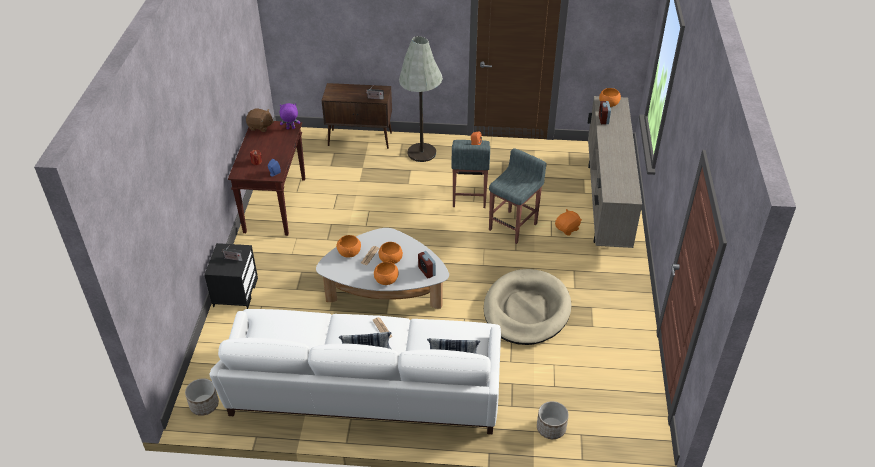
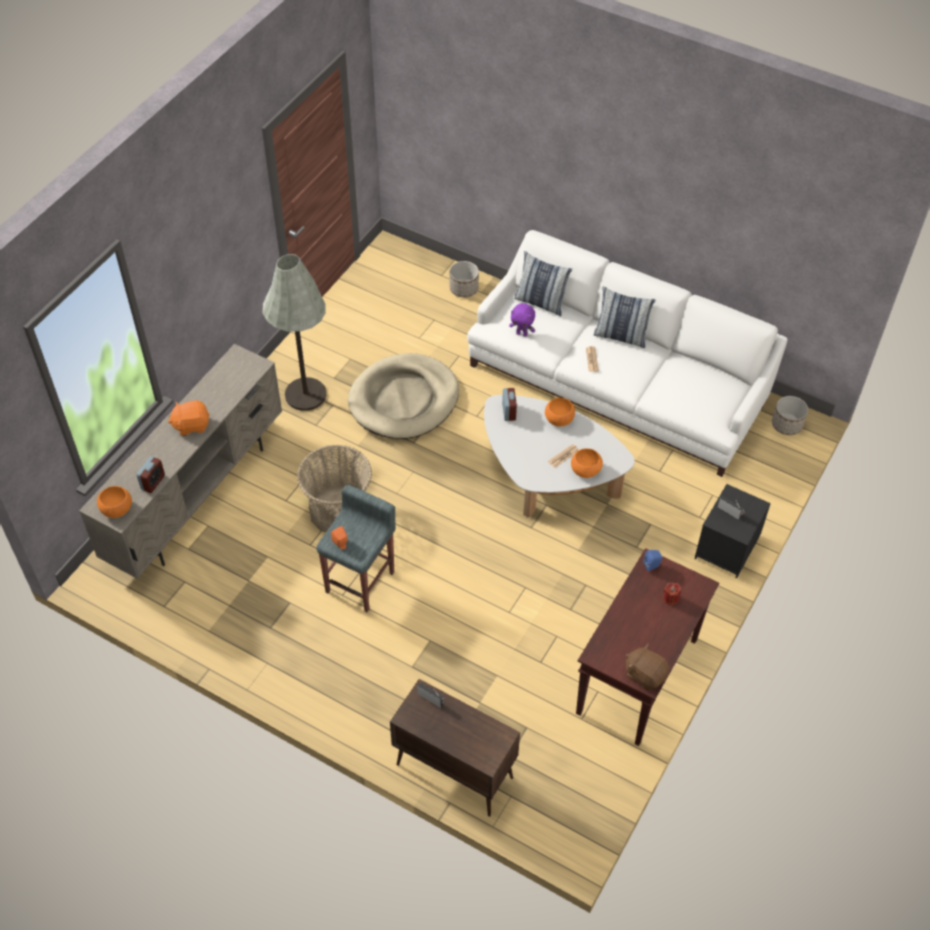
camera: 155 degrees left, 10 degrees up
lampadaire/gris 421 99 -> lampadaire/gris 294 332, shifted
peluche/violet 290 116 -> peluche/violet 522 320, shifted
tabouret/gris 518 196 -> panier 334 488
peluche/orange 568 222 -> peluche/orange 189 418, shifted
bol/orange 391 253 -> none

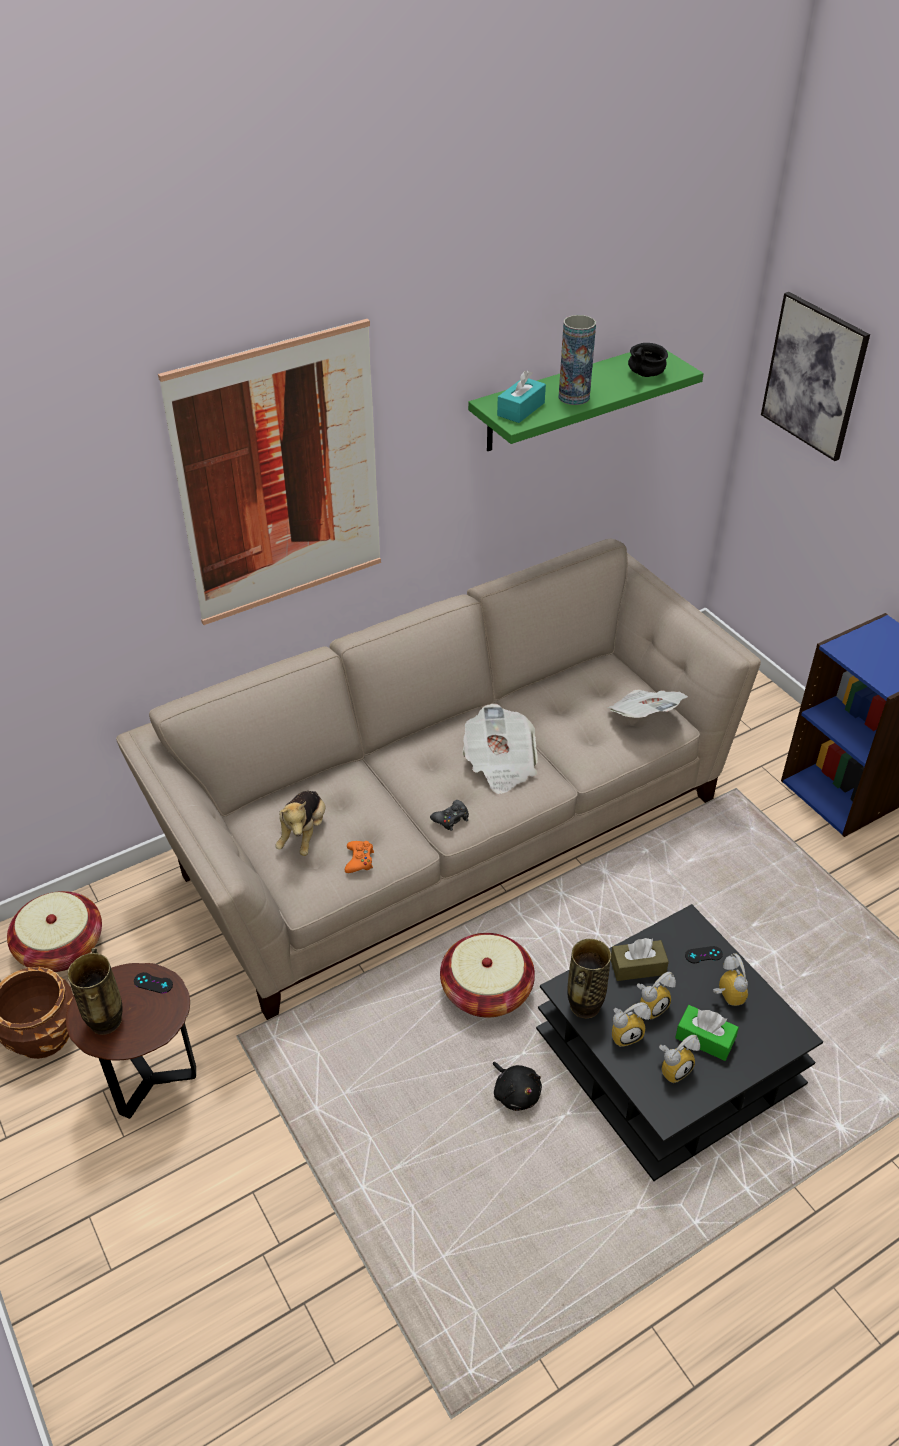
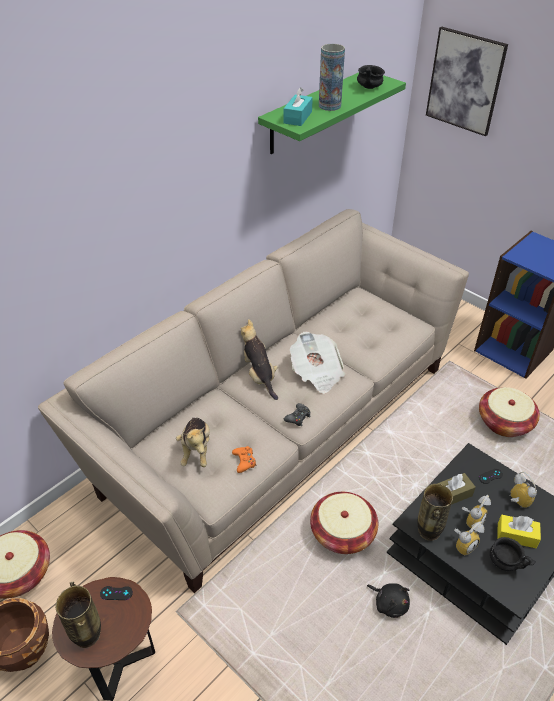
camera: 15 degrees left, 0 degrees up
tableau 269 472 -> none
journal 647 703 -> none
boîte à mouchoirs/vert 707 1033 -> boîte à mouchoirs/jaune 519 531
réveil 679 1059 -> bol/noir 513 554
none -> peluche 259 359
none -> panier 509 412

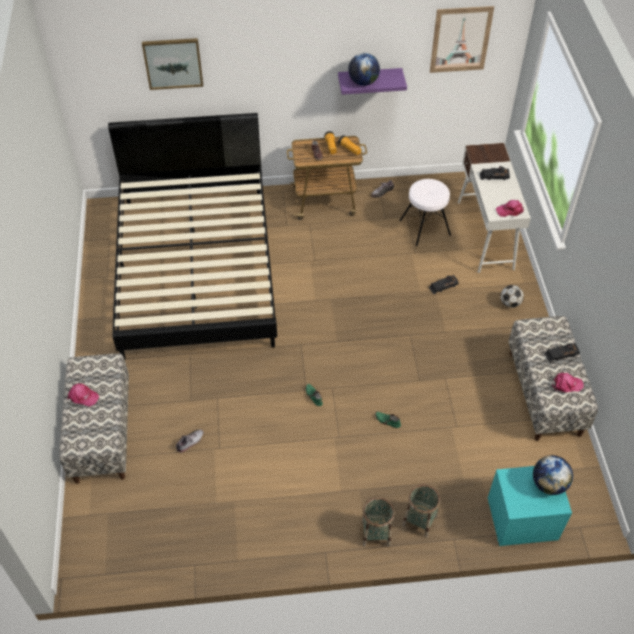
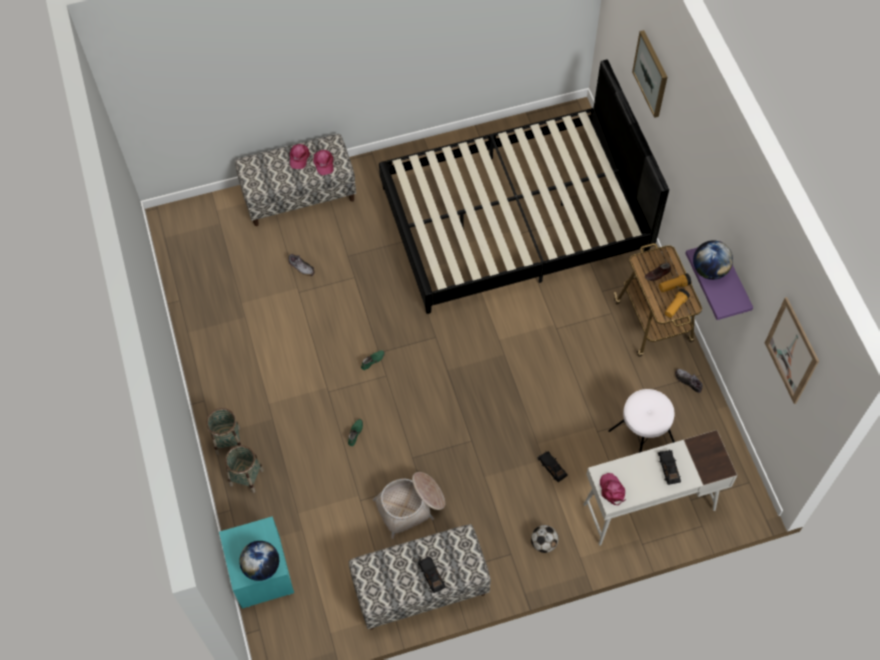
camera: 80 degrees right, 10 degrees up
casquette/rose 568 382 -> casquette/rose 323 162, shifted
none -> panier 409 505

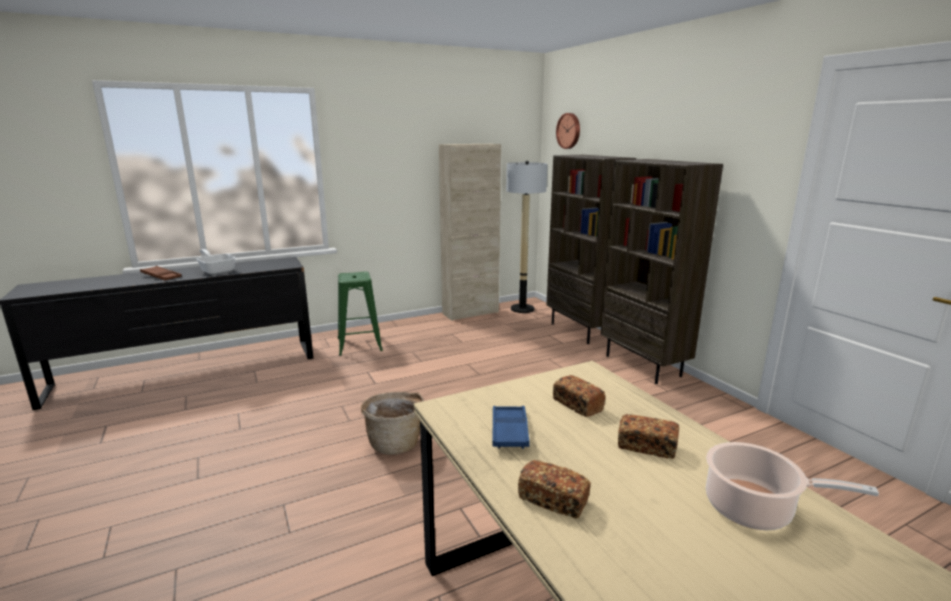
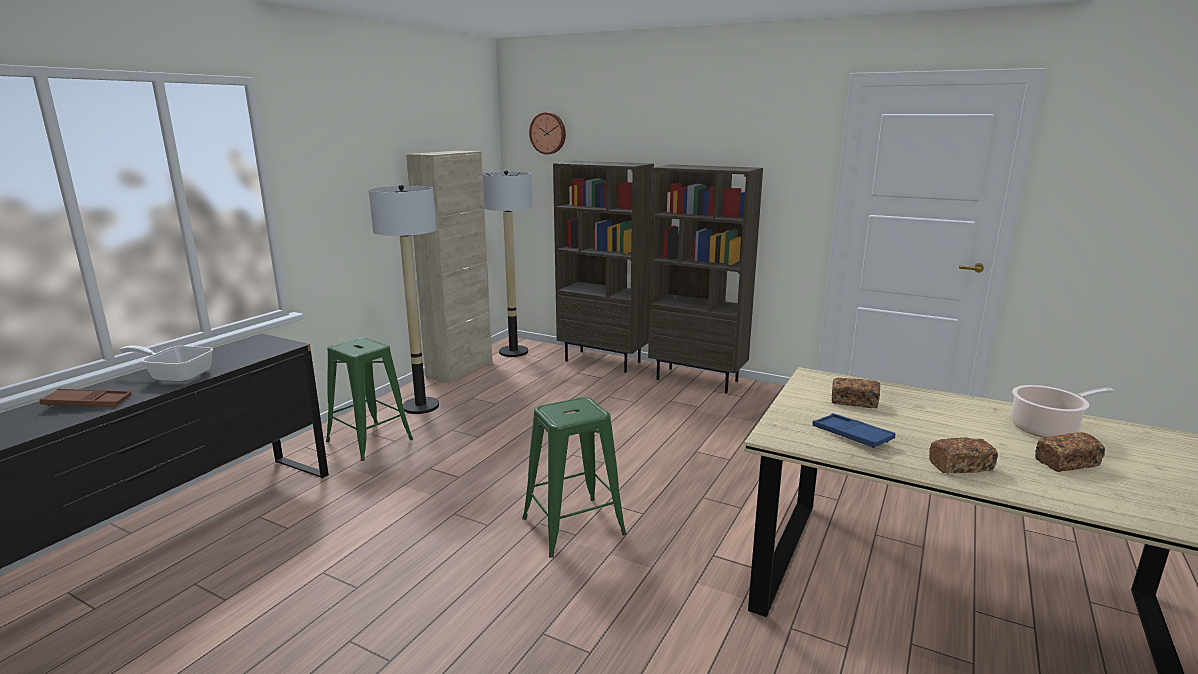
camera: 35 degrees left, 0 degrees up
panier 392 423 -> tabouret/vert 574 477
pain 648 436 -> pain 1070 452, shifted
none -> lampadaire 404 299

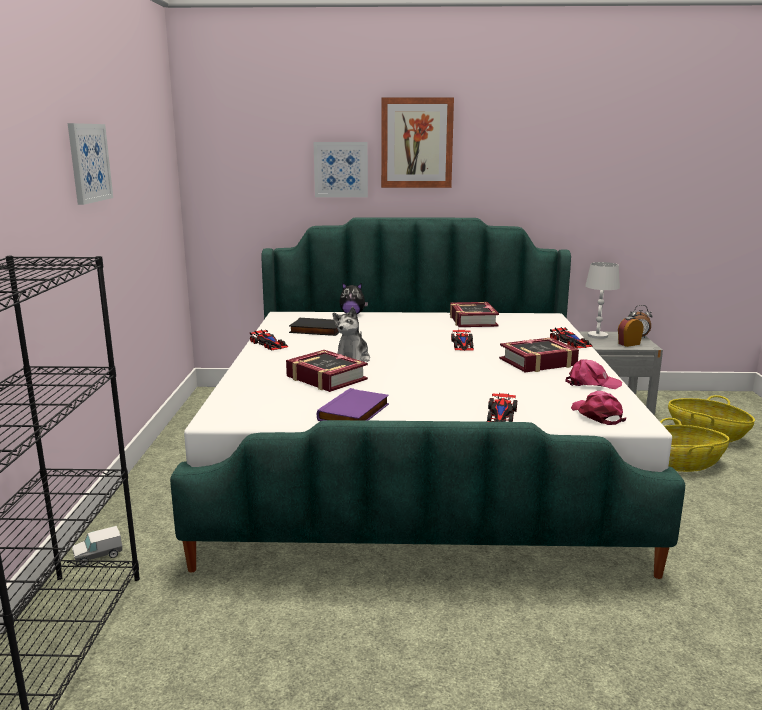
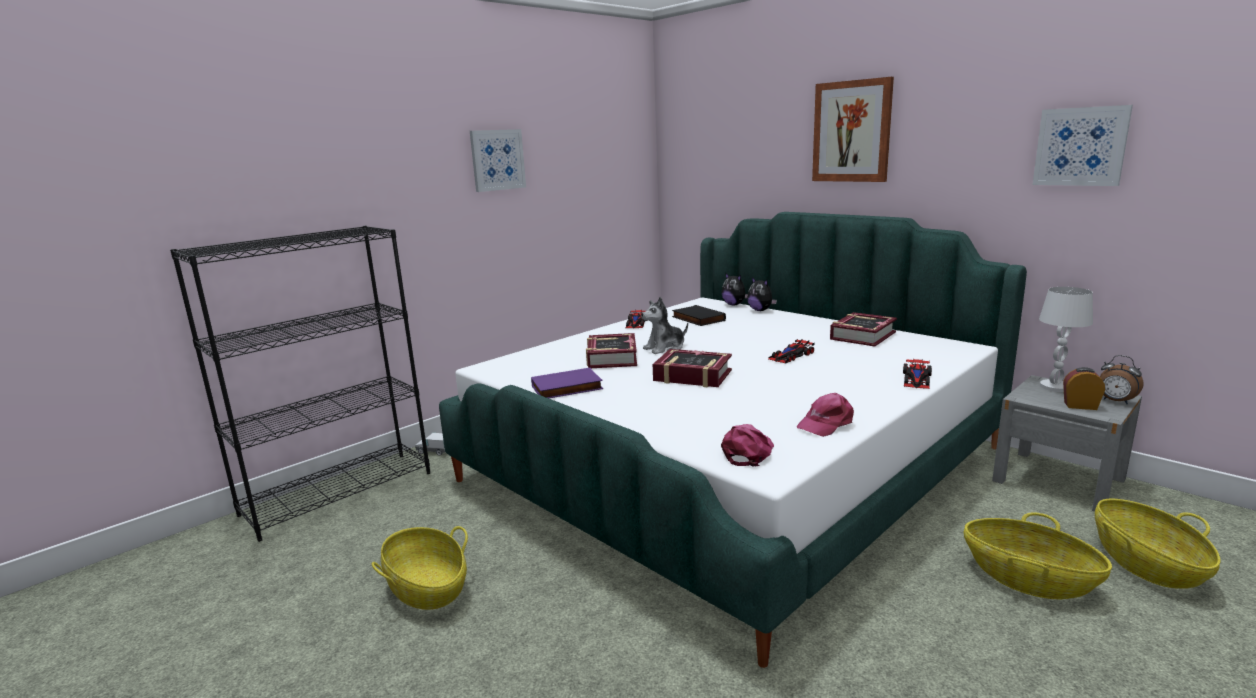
camera: 45 degrees right, 0 degrees up
tableau 341 169 -> tableau 1082 145, shifted
livre 539 354 -> livre 692 368, shifted
casquette/rose 593 374 -> casquette/rose 825 415, 90 degrees clockwise
petite voiture 502 407 -> none
none -> peluche 735 288
none -> panier 420 568

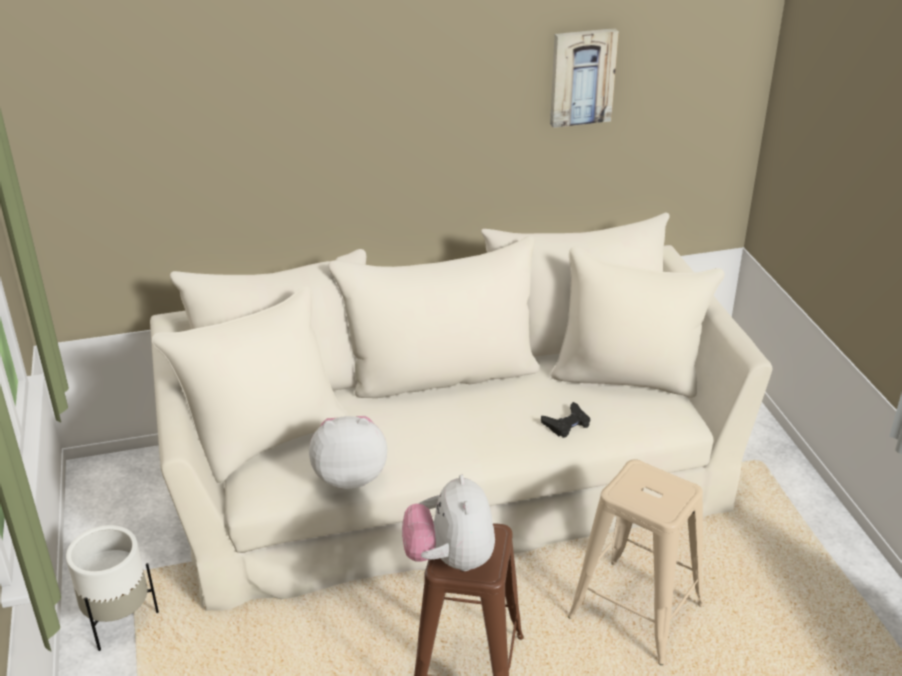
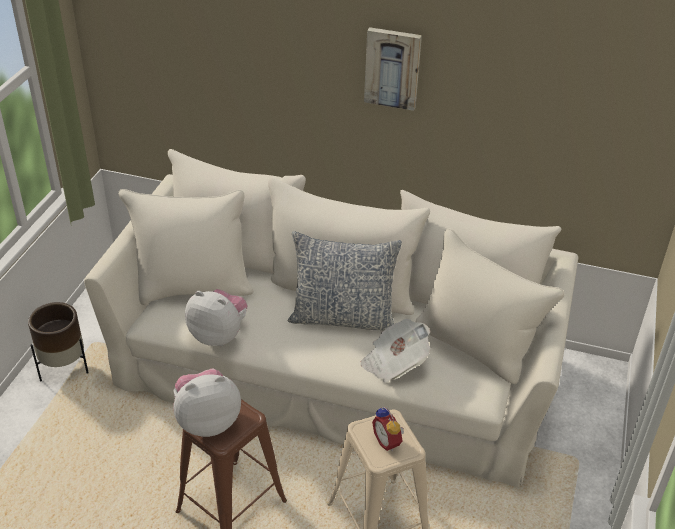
camera: 30 degrees right, 5 degrees up
tableau 584 78 -> tableau 393 69, shifted
manette/noir 566 420 -> journal 396 351
peluche 448 523 -> peluche 207 402, 45 degrees clockwise
cache-pot/blanc 112 588 -> cache-pot/marron 58 342
none -> coussin 345 281
none -> réveil 388 429

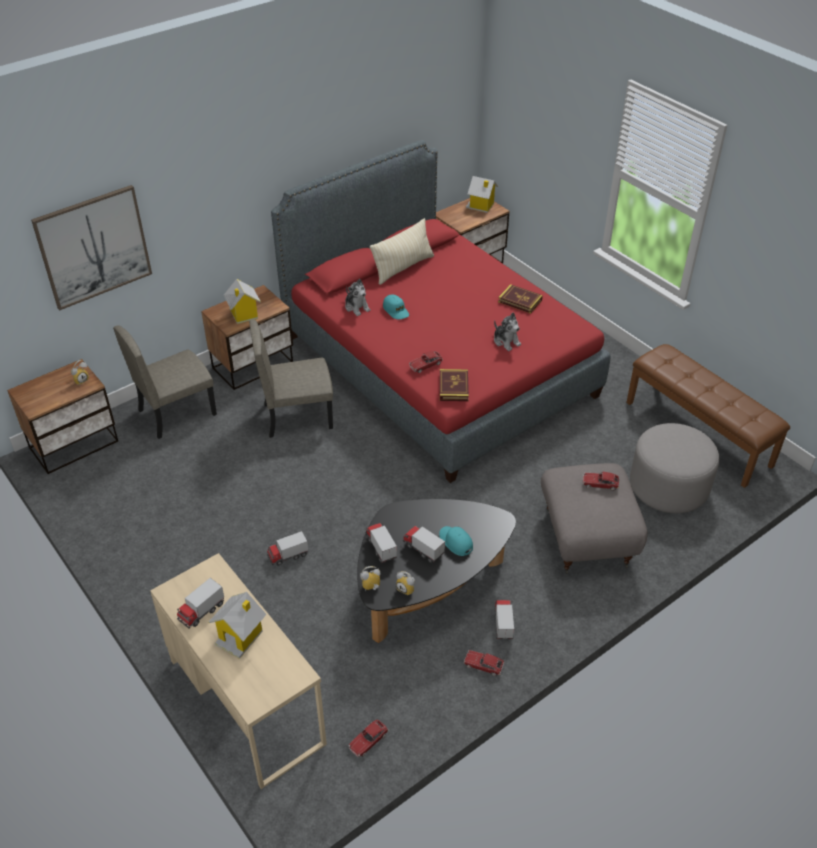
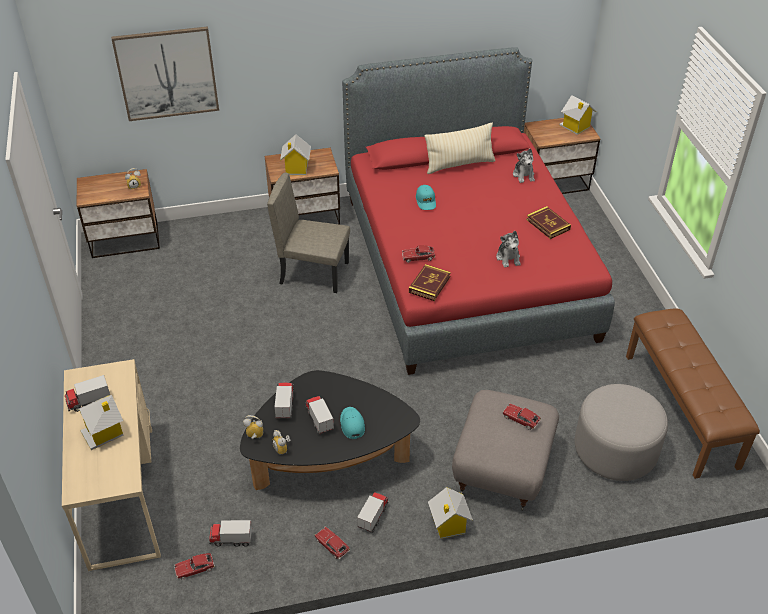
camera: 25 degrees right, 0 degrees up
peluche 358 297 -> peluche 524 165, shifted
chaise/beige 165 382 -> none
camion jouet 287 548 -> camion jouet 230 533, shifted
none -> maison miniature 450 513

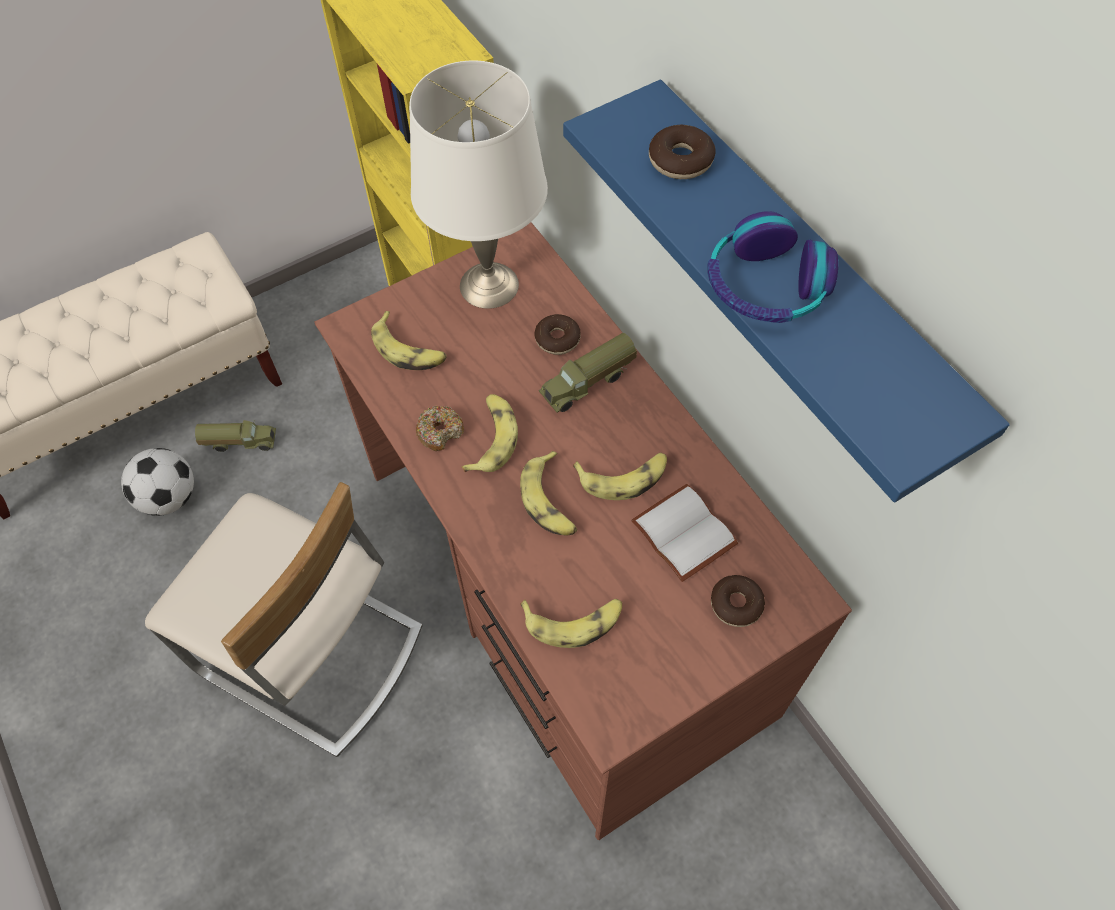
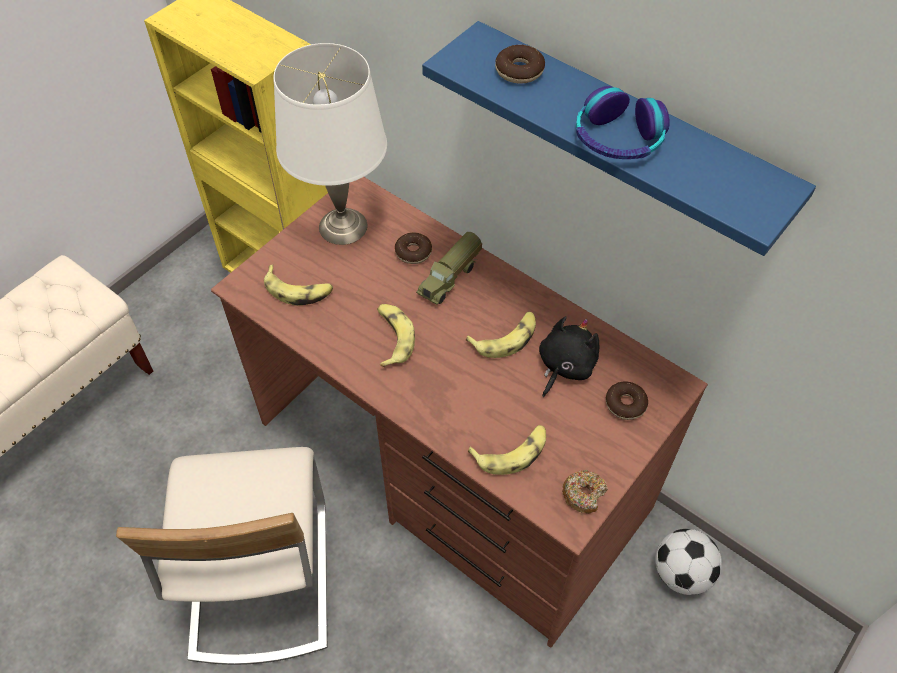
camera: 20 degrees left, 5 degrees down
beignet 440 428 -> beignet 585 492, shifted
camion jouet 235 436 -> none
ballon de foot 157 482 -> ballon de foot 688 562, shifted
banane 548 493 -> none
chaise/beige 284 619 -> chaise/beige 221 556, 75 degrees clockwise
livre/blanc 685 533 -> peluche/noir 569 356

